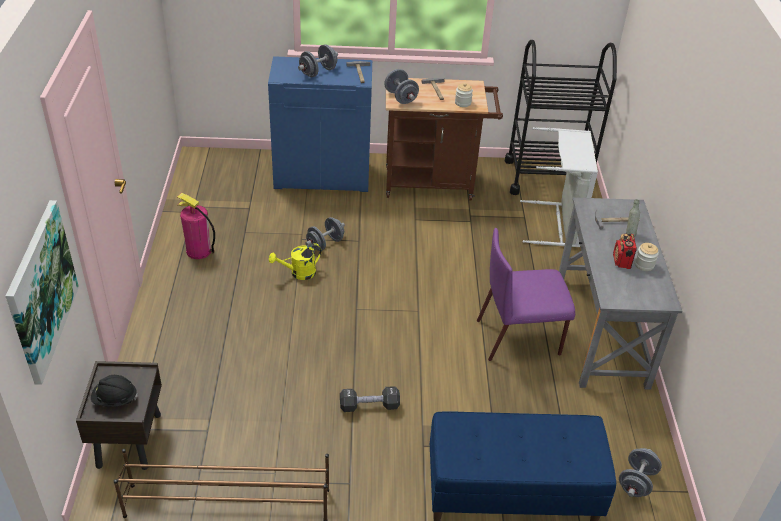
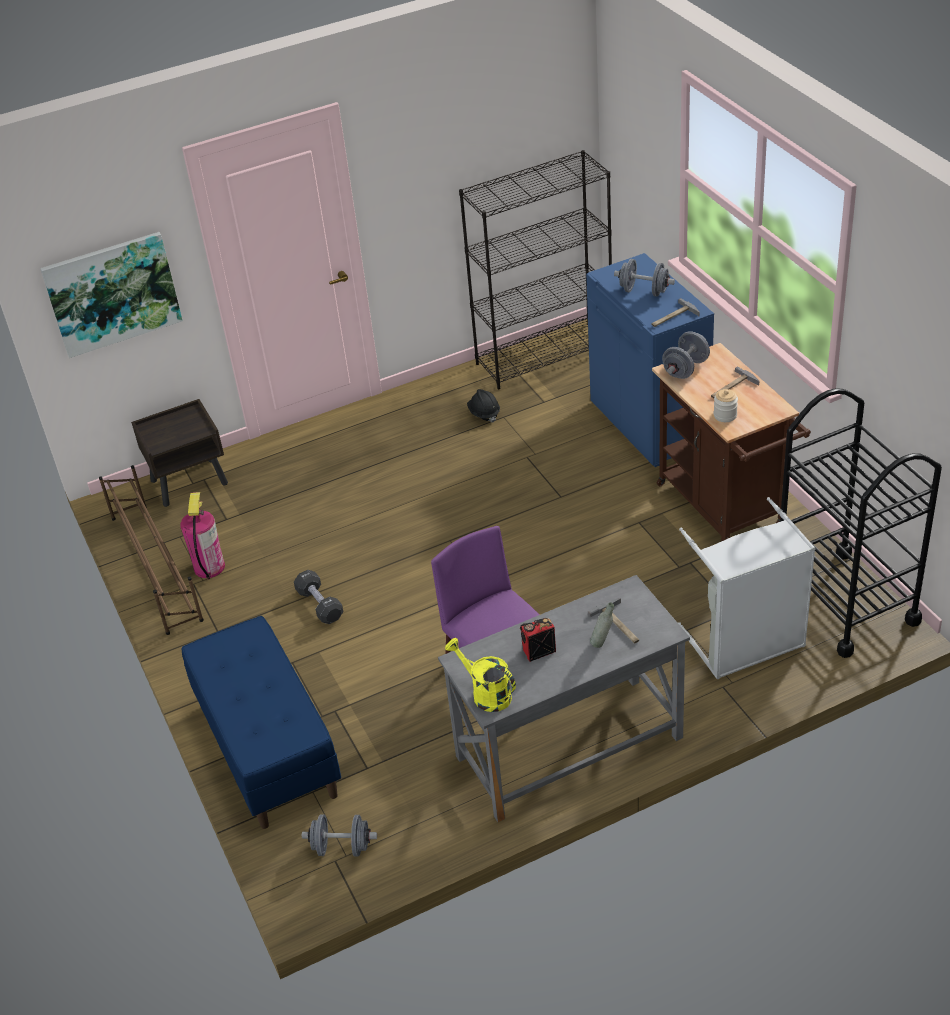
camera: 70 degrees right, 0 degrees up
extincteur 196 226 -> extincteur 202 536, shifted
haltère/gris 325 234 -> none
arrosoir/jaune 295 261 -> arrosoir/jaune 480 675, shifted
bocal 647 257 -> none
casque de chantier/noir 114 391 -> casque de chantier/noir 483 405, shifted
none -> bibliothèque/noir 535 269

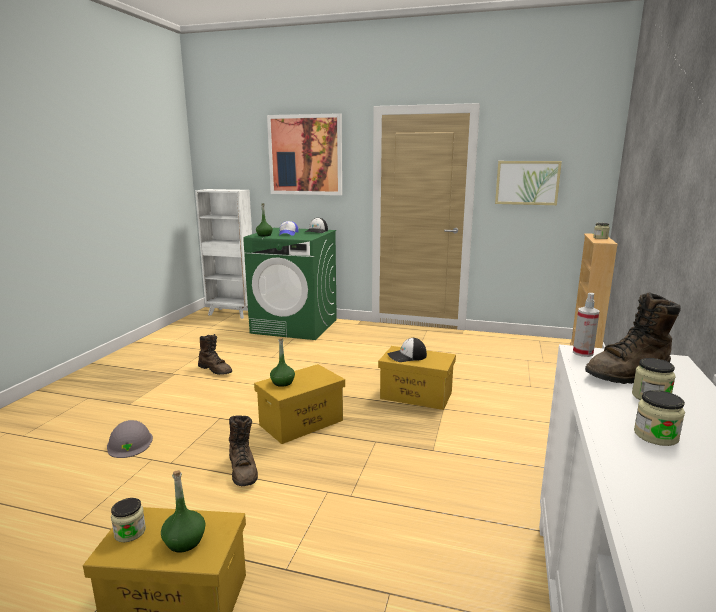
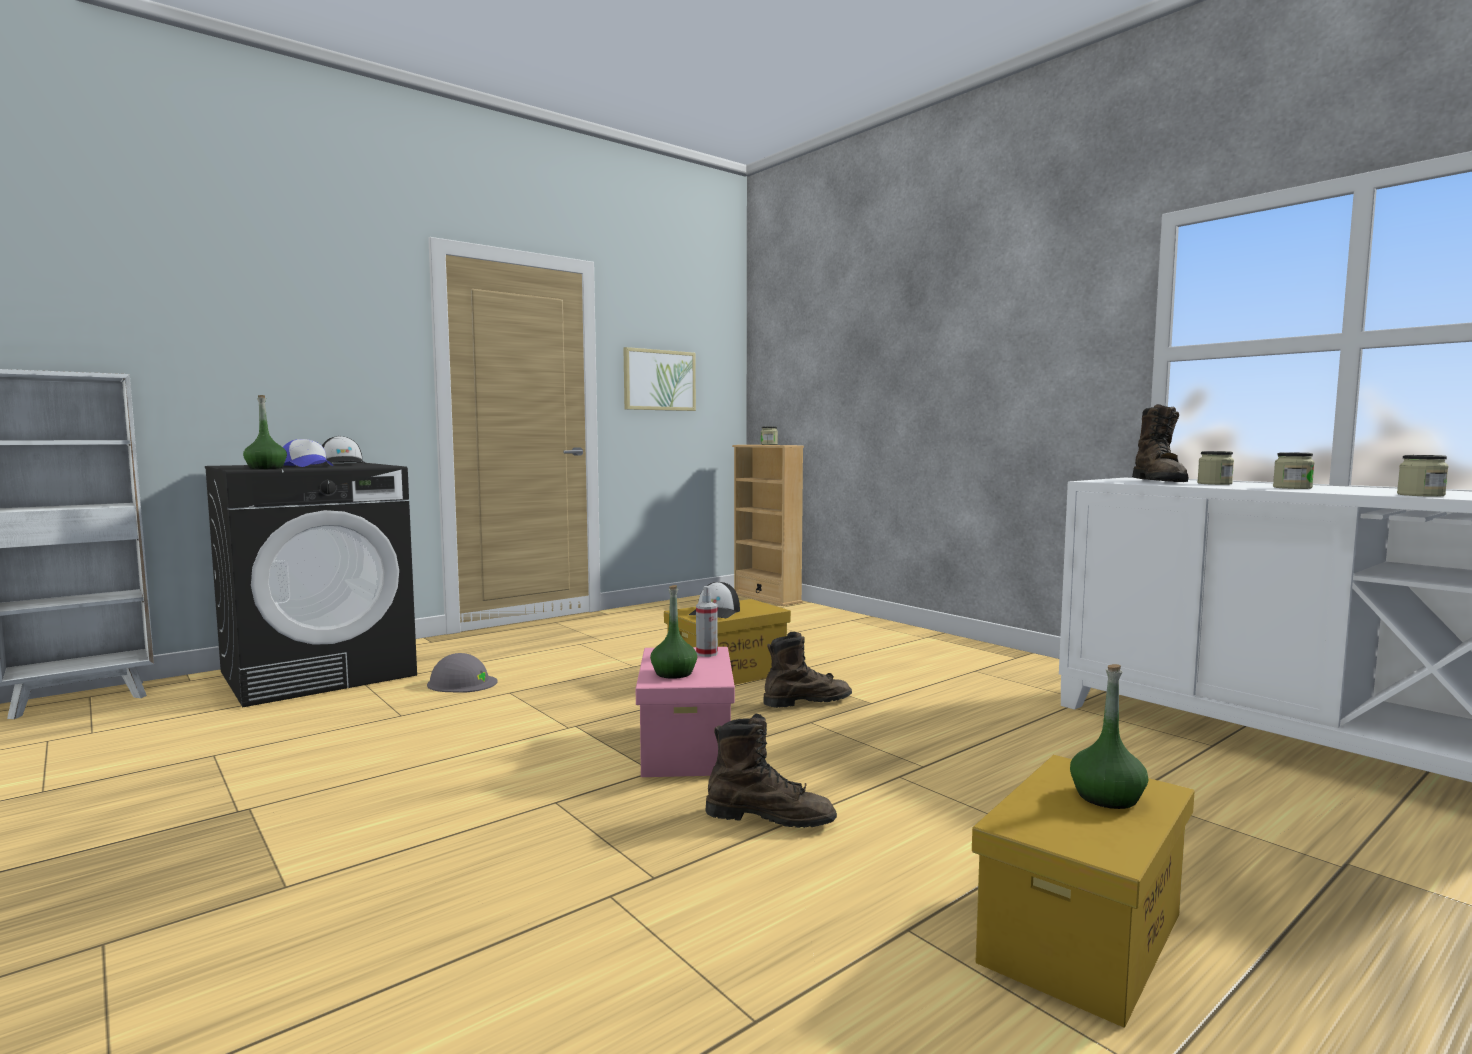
camera: 55 degrees left, 10 degrees down
tableau 304 154 -> none
lave-linge/vert 290 284 -> lave-linge/noir 311 585
vaporisateur 586 325 -> vaporisateur 707 621, shifted
botte/marron 215 354 -> botte/marron 807 670, shifted
boîte de rangement/jaune 299 404 -> boîte de rangement/rose 685 712
casque de chantier/gris 130 439 -> casque de chantier/gris 462 673, shifted
bocal 128 520 -> bocal 1423 476, shifted

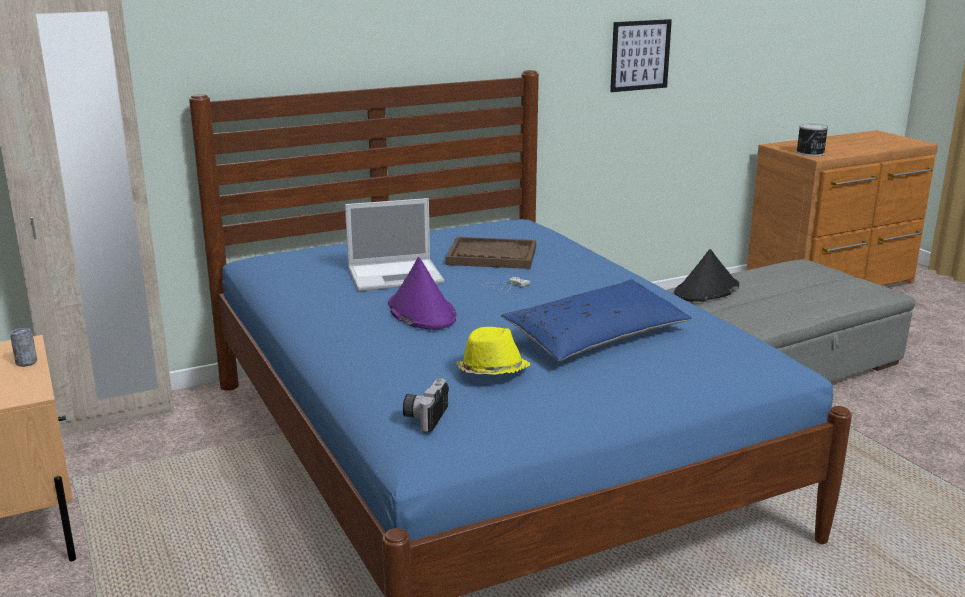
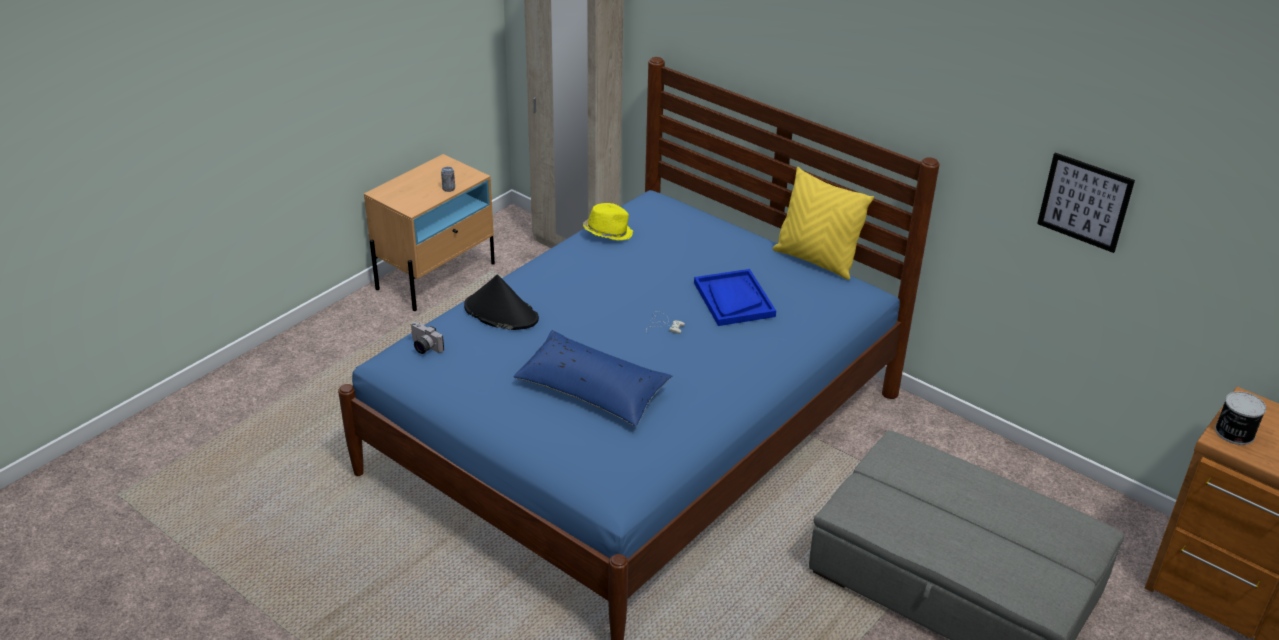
camera: 65 degrees right, 15 degrees up
ordinateur portable 394 244 -> none
plateau/marron 491 253 -> plateau/bleu 735 297
chapeau/noir 706 275 -> chapeau/noir 501 302, shifted
chapeau/violet 422 293 -> none
chapeau/jaune 492 351 -> chapeau/jaune 608 222, shifted
appareil photo 426 405 -> appareil photo 427 338, 135 degrees counterclockwise
none -> coussin/jaune 823 223

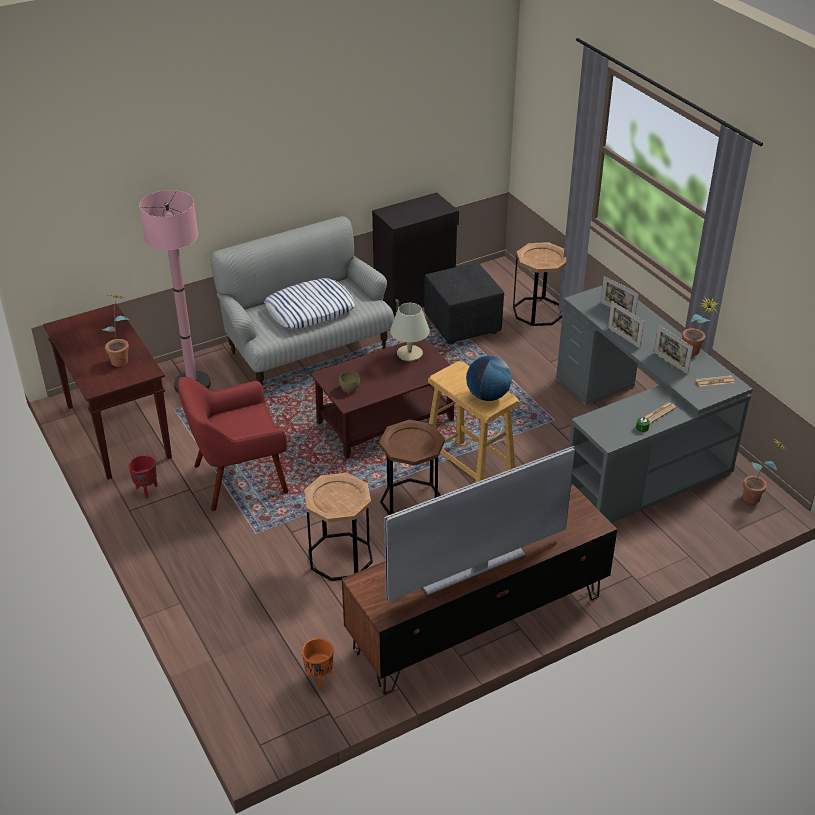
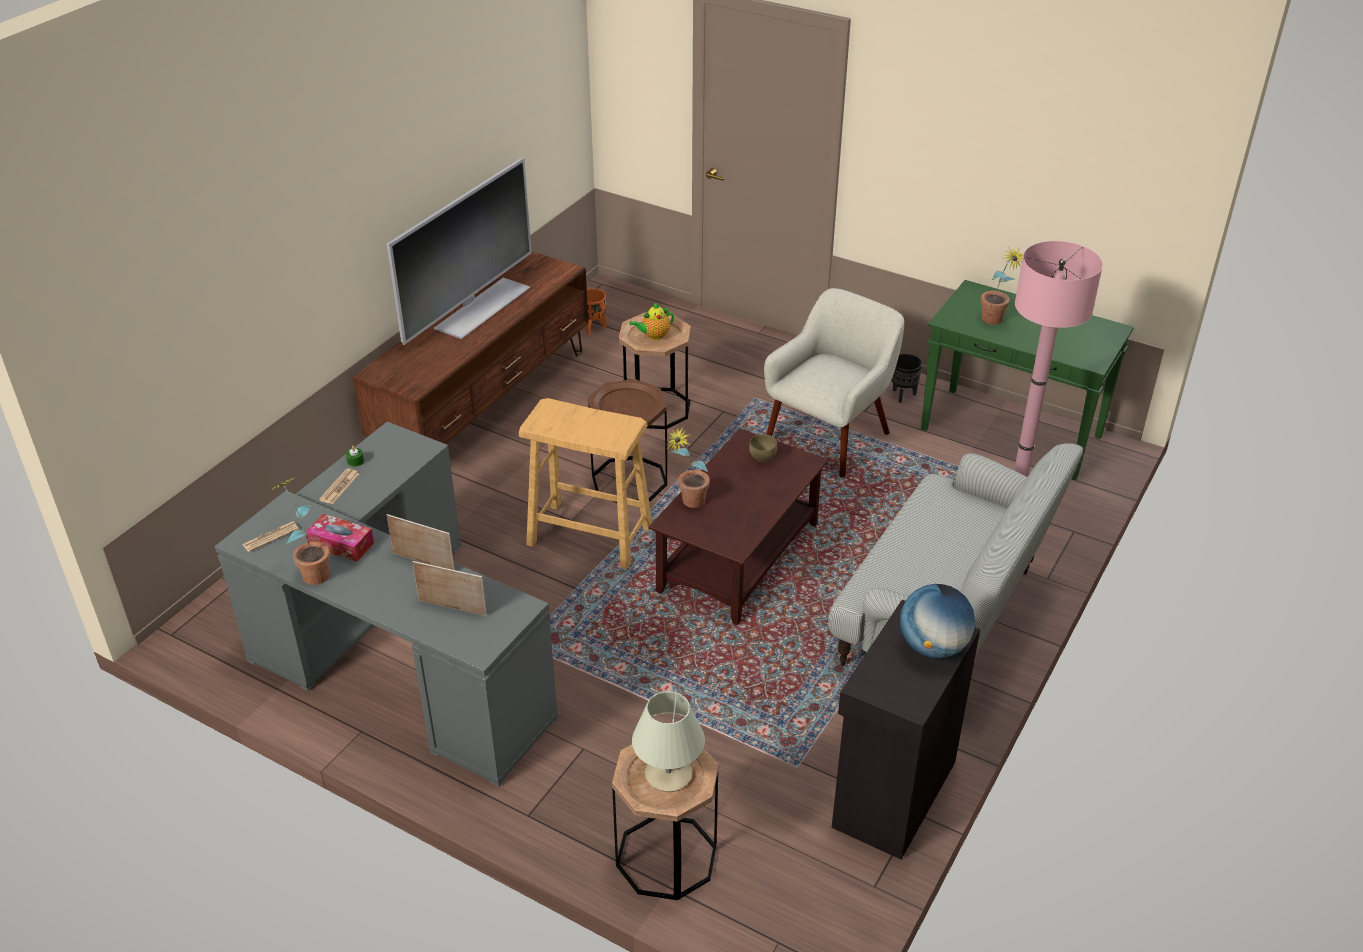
camera: 150 degrees right, 0 degrees up
pouf/noir 464 303 -> none
coussin 310 303 -> none
table console/marron 107 391 -> table console/vert 1027 380
lampe de table/beige 410 332 -> lampe de table/beige 668 741, shifted
cadre photo 673 349 -> boîte à mouchoirs 340 538
globe 489 378 -> globe 937 621, shifted
fauteuil/rouge 233 444 -> fauteuil/beige 834 383
plante en pot 764 471 -> plante en pot 688 467, shifted
cache-pot/rouge 142 476 -> cache-pot/noir 906 378
none -> théière 651 321

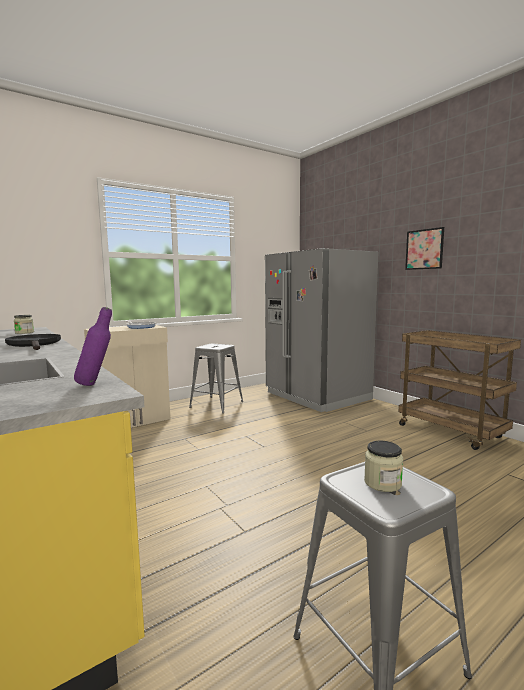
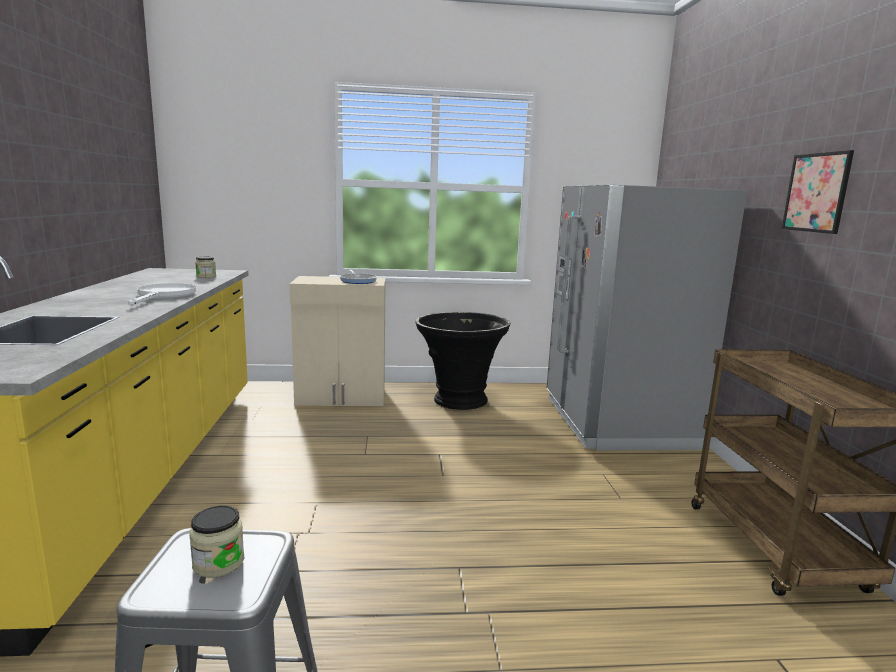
camera: 30 degrees right, 5 degrees up
bouteille/violet 93 346 -> none
poêle/noir 33 342 -> poêle/blanc 162 294
tabouret/gris 216 378 -> cache-pot/noir 463 361

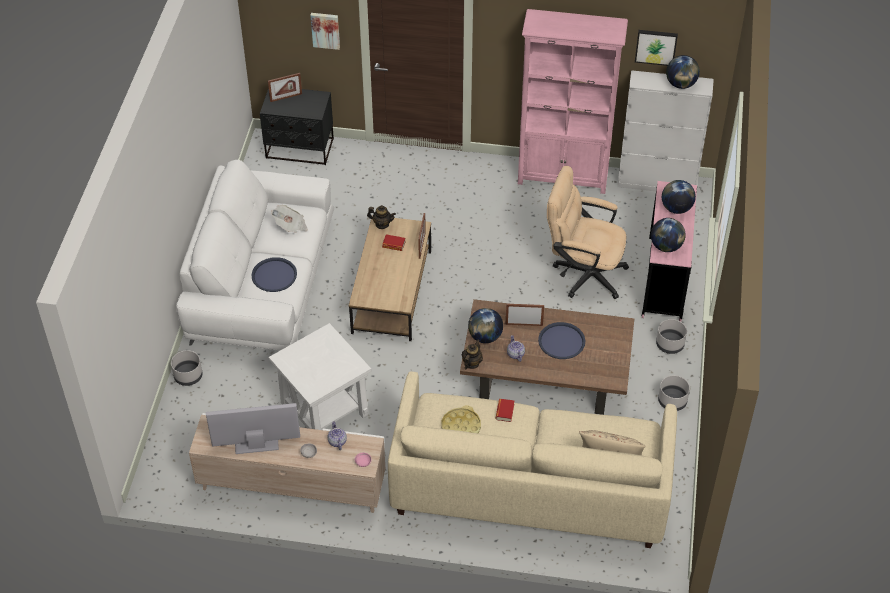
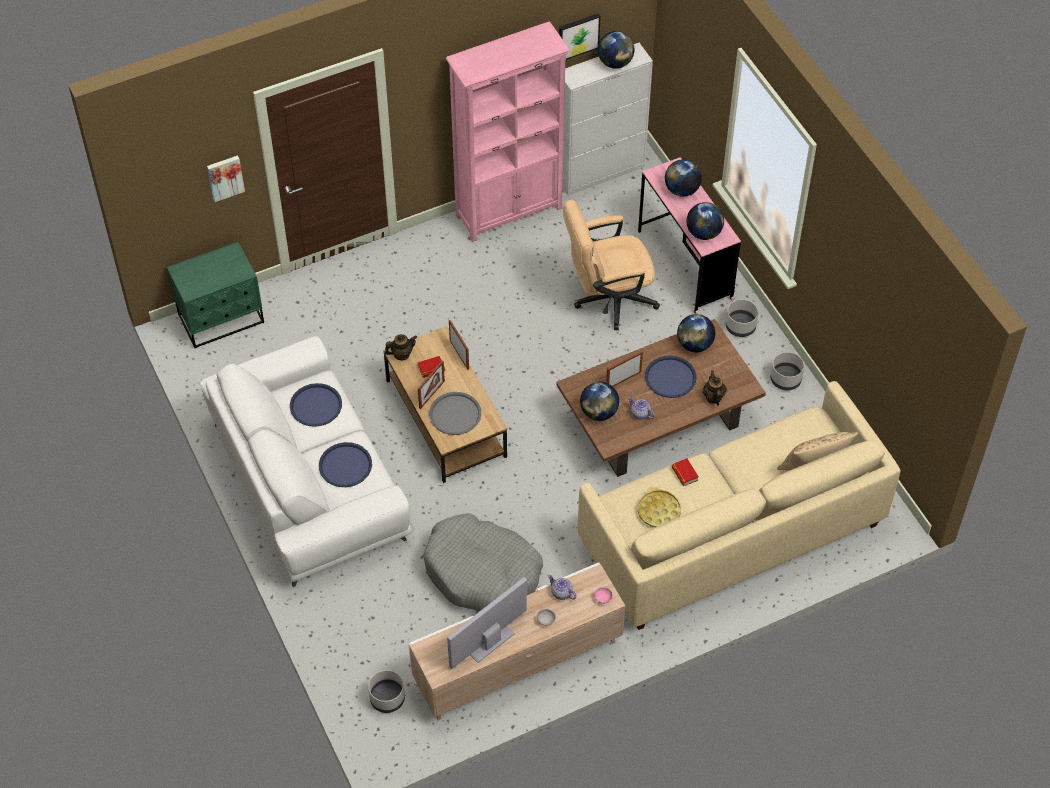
camera: 35 degrees left, 5 degrees up
cadre photo 285 87 -> cadre photo 431 385, shifted
table de chevet/noir 297 126 -> table de chevet/vert 215 295
journal 289 219 -> plateau/bleu 316 405
table d'appoint/blanc 320 376 -> panier pour chien/gris 483 562
théière 472 354 -> théière 715 388, shifted
cache-pot/gris 187 368 -> cache-pot/gris 386 691, shifted
none -> globe 696 333
none -> plateau/gris 455 413

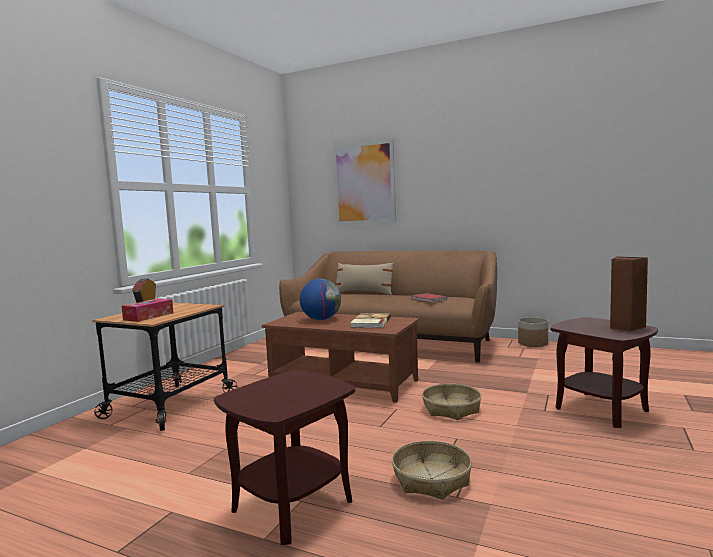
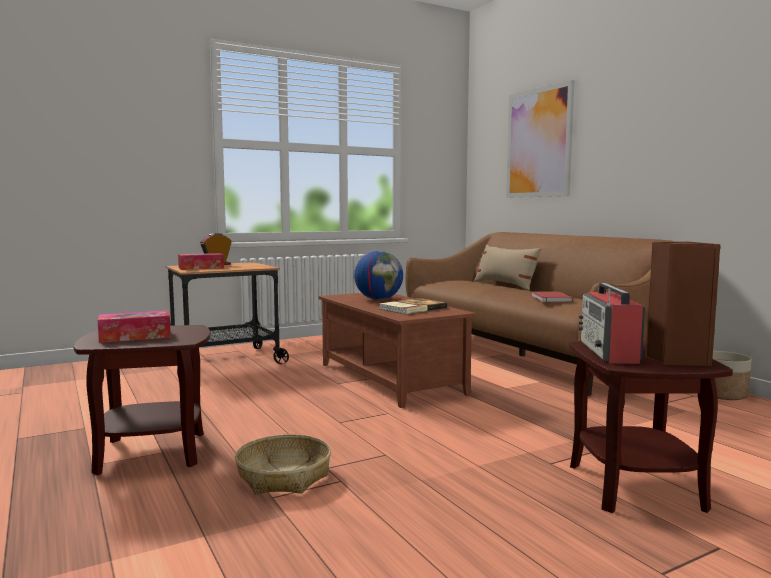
camera: 35 degrees right, 0 degrees up
panier 451 402 -> none
none -> radio 611 323
none -> boîte à mouchoirs 134 326

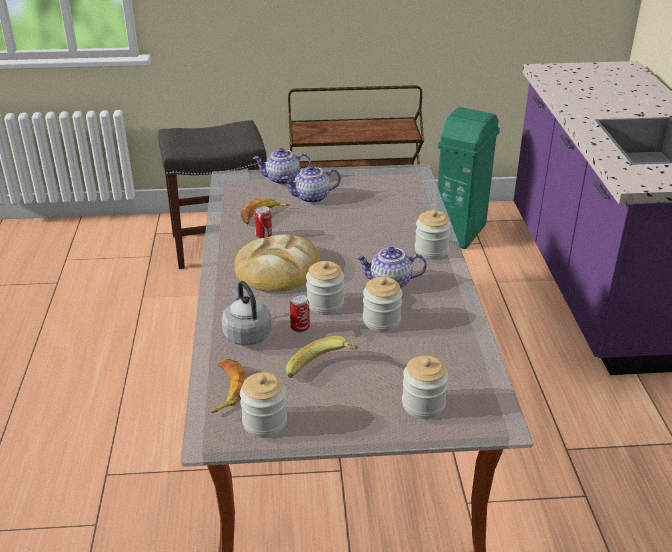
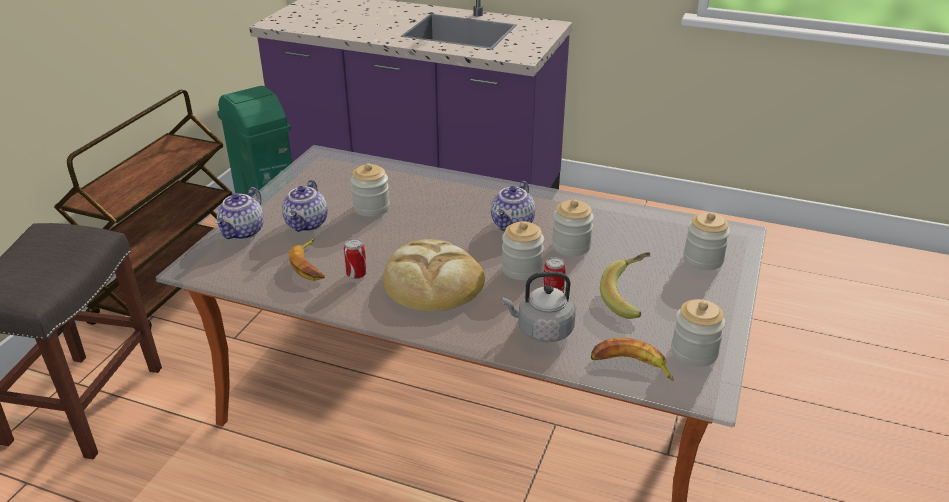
camera: 65 degrees left, 0 degrees up
bocal 433 234 -> bocal 370 190, shifted

